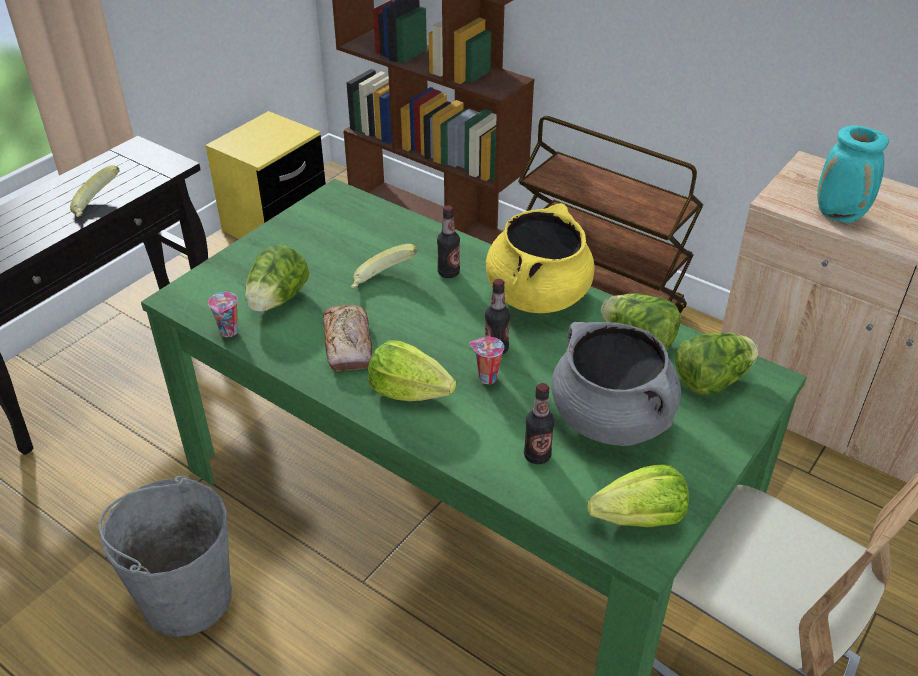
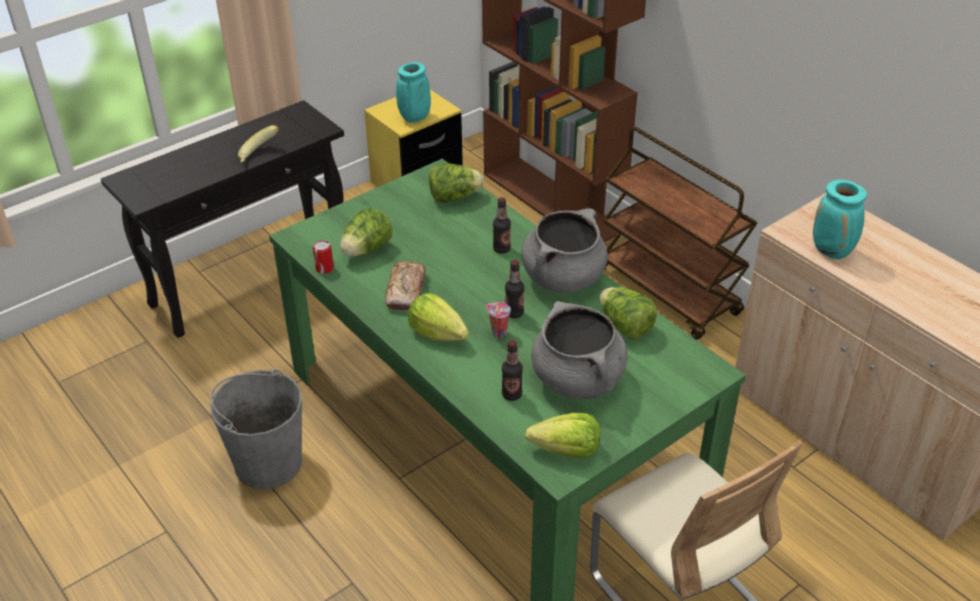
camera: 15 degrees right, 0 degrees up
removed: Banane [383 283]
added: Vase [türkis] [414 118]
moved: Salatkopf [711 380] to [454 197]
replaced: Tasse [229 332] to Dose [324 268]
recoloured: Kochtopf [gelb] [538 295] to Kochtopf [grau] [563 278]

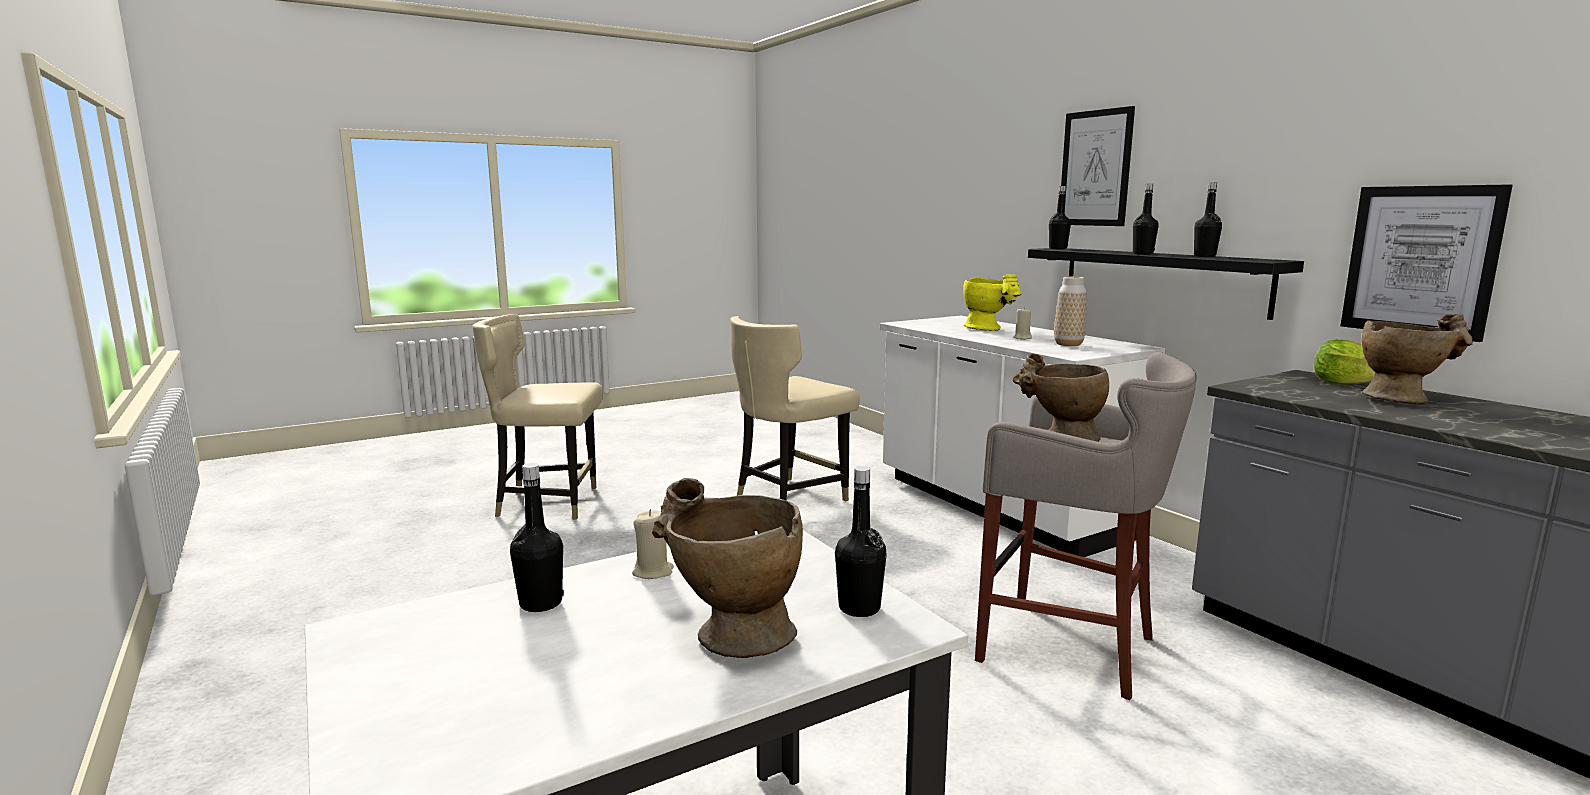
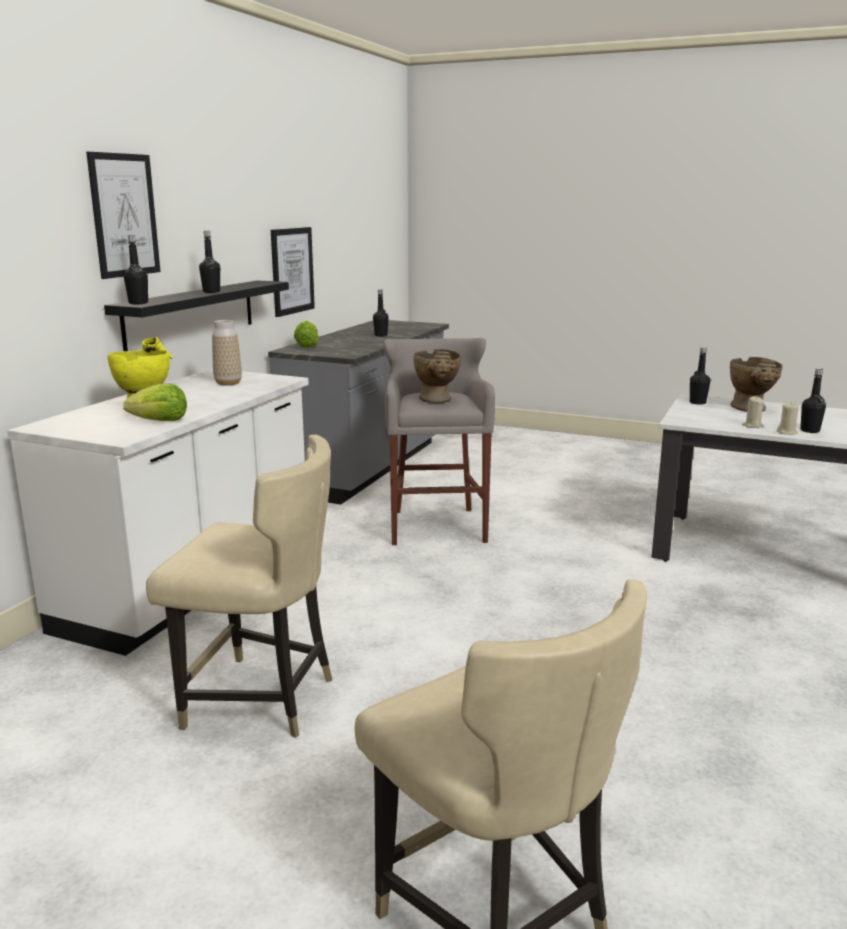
camera: 125 degrees left, 5 degrees up
removed: Vase [beige] [1403 399]
added: Salatkopf [160 421]
moved: Kerze [beige] [1022 338] to [787 432]; Flasche [schwarz] [1204 256] to [380 335]

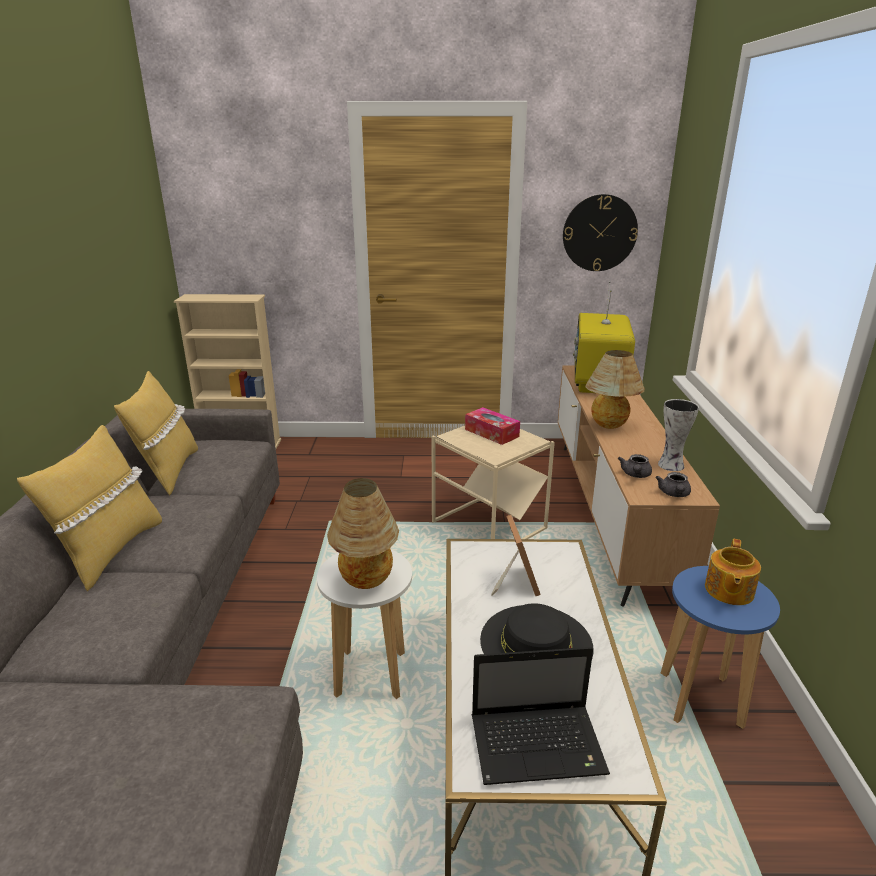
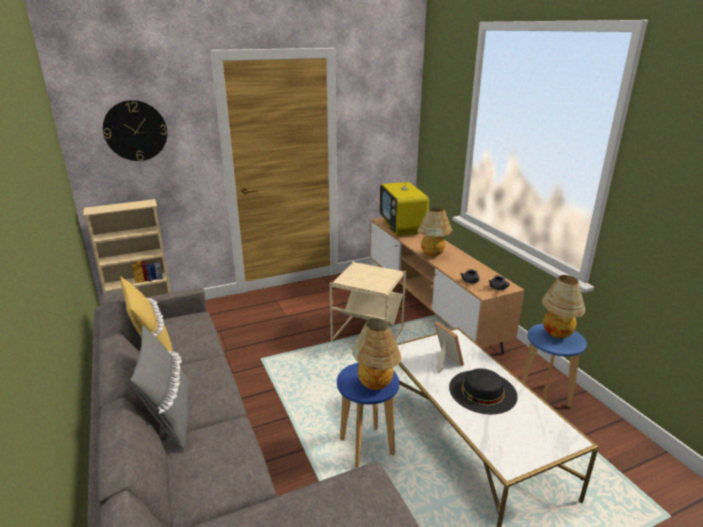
camera: 25 degrees left, 0 degrees up
removed: Taschentuchbox [491 433]; Laptop [539 745]; Vase [670 465]
moved: Wanduhr [599 233] to [135 131]
replaced: Teekanne [728 591] to Tischlampe [556 335]
recoloured: Kissen [gelb] [110 552] to Kissen [grau] [170 419]; Hocker [weiß] [370 674] to Hocker [blau] [366 447]

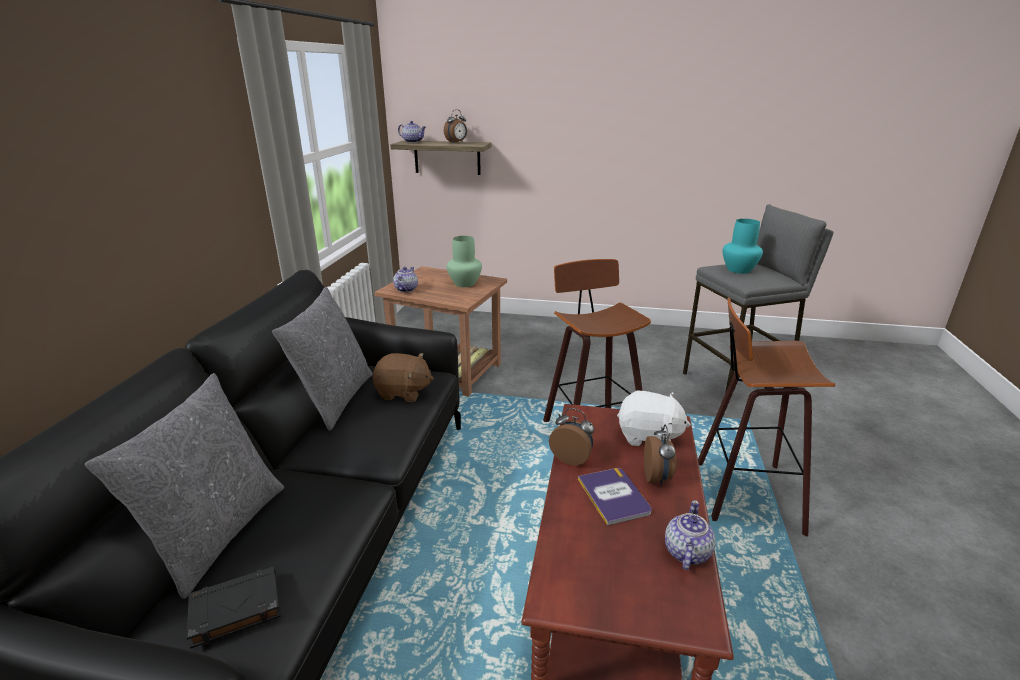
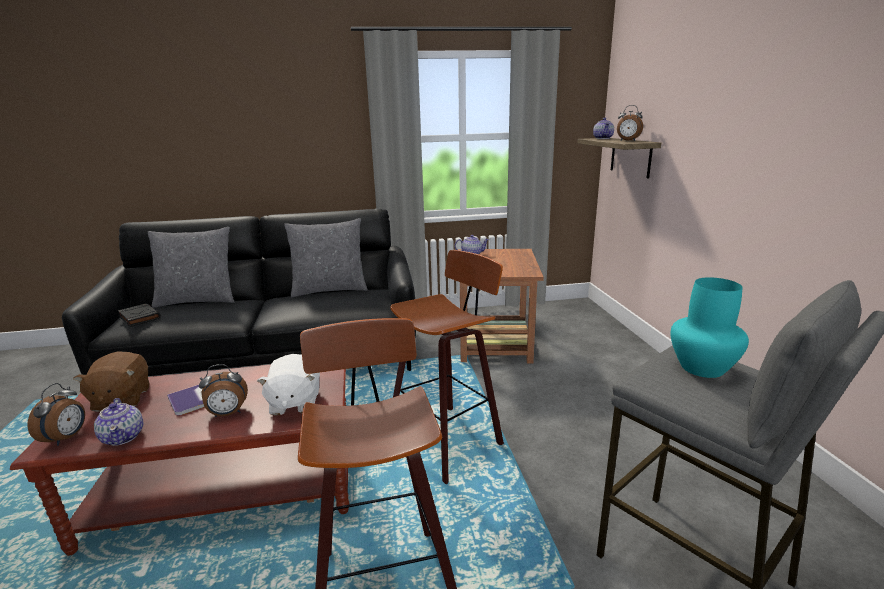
camera: 70 degrees right, 5 degrees down
removed: Vase [grün] [465 284]
moved: Plüschtier [braun] [403 392] to [121 399]; Wecker [572 458] to [67 438]
turned: Teekanne [686 552] = [123 436] 60 degrees clockwise

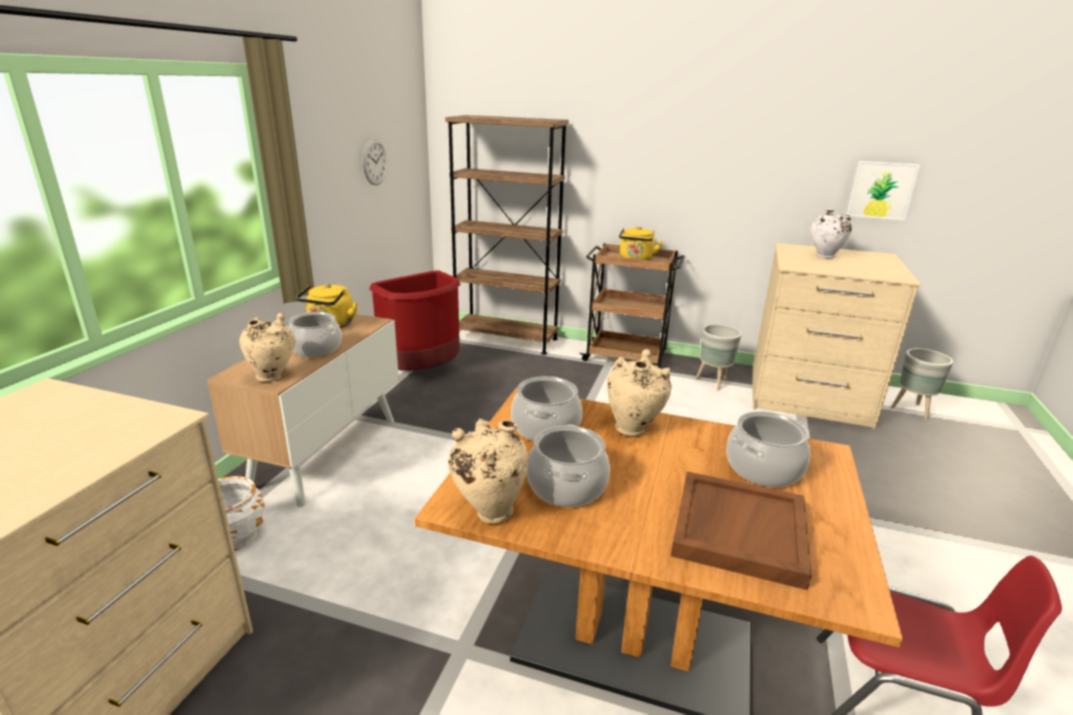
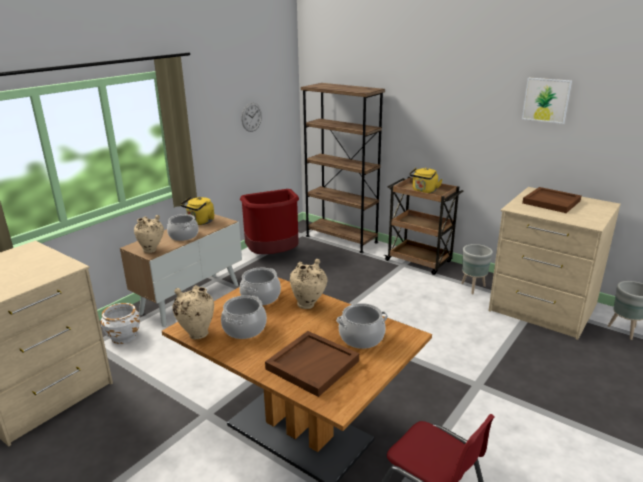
camera: 20 degrees right, 0 degrees up
moved: Bild [881 190] to [546 100]
replaced: Vase [weiß] [824 257] to Tablett [braun] [552 202]

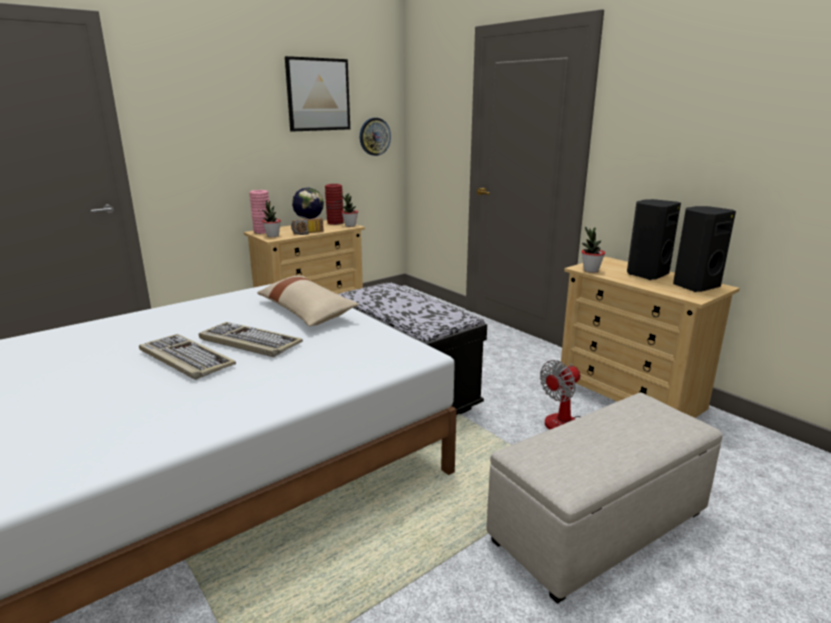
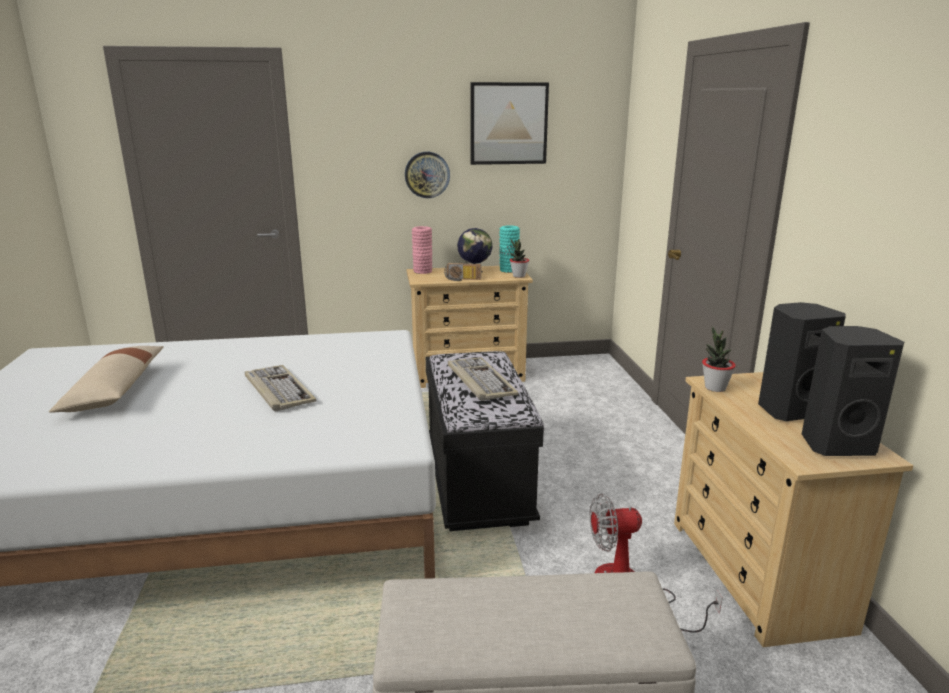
camera: 30 degrees right, 0 degrees up
removed: Topfpflanze [272 236]
moved: Tastatur [184 359] to [479 381]; Kissen [beige] [306 311] to [115 391]; Wanduhr [374 136] to [427 174]
recoloured: Vase [rot] [335 223] to Vase [türkis] [508 270]

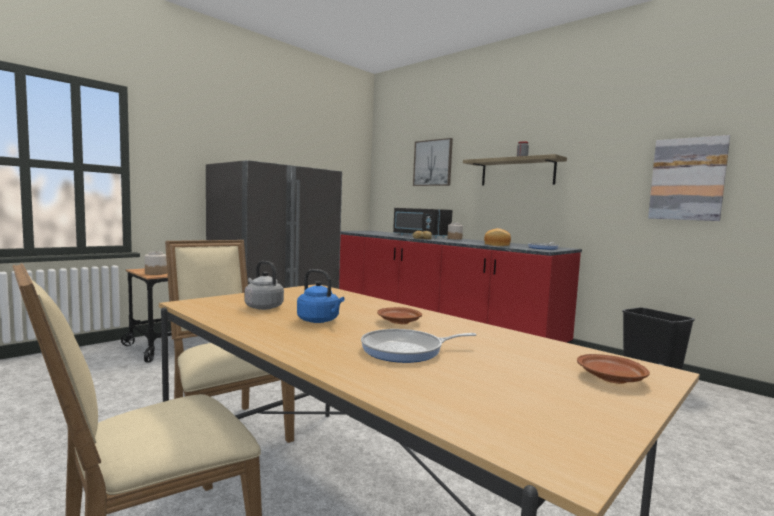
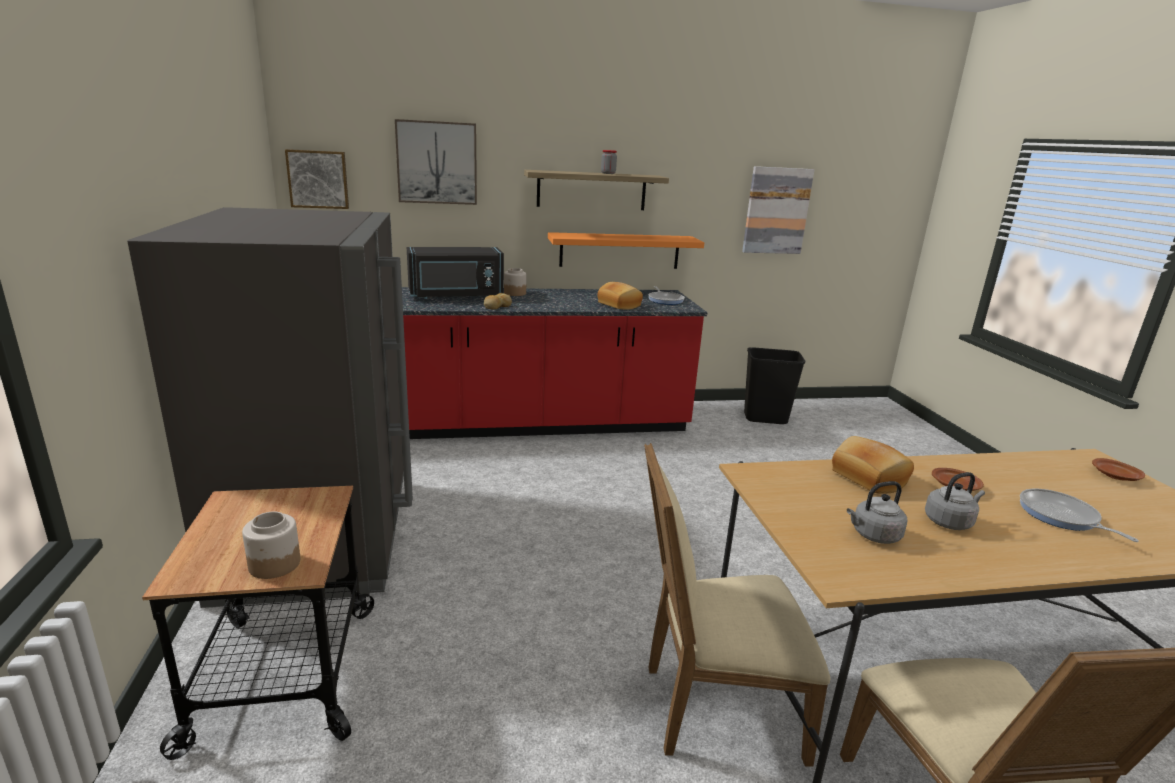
camera: 55 degrees left, 15 degrees up
added: Bild [318 179]; Wandregal [orange] [620 251]; Brot [867 478]
recoloured: Wasserkessel [blau] [320 321] to Wasserkessel [grau] [949 522]
turned: Pfanne [406 350] = [1061 516] 135 degrees clockwise

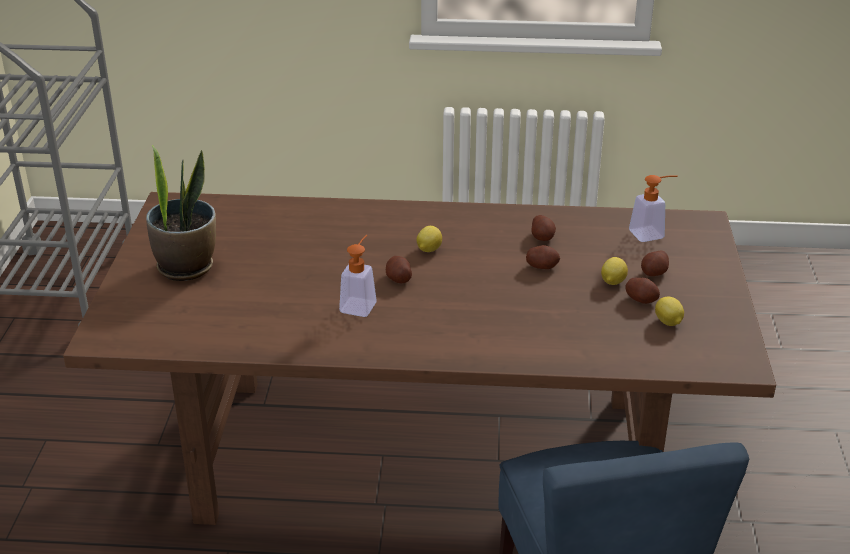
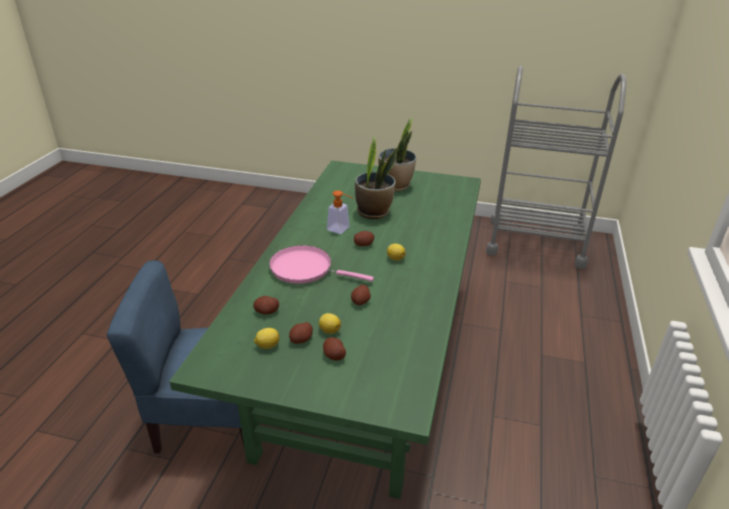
camera: 100 degrees right, 0 degrees up
removed: Seifenspender [652 233]
added: Pfanne [rosa] [305 269]; Topfpflanze [374 212]
moved: Kartoffel [542 237] to [267 311]
recoloured: Esstisch [braun] [422 458] to Esstisch [grün] [362 366]

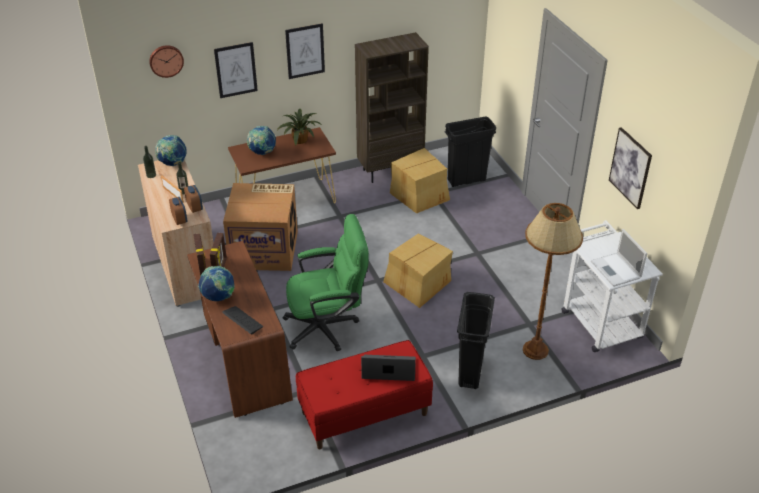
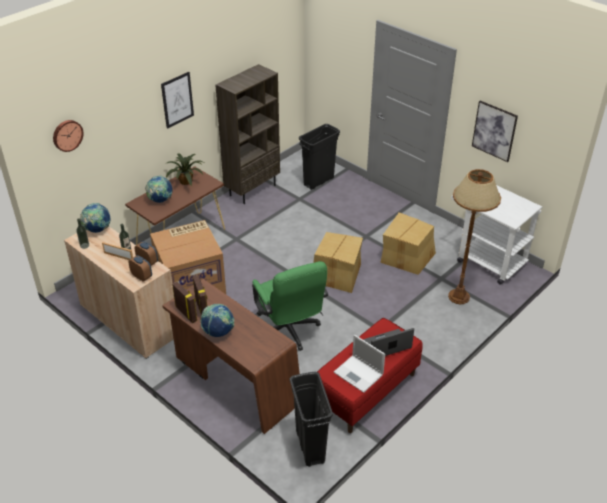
camera: 25 degrees left, 0 degrees up
removed: Bild [236 70]; Tastatur [243 320]
moved: Karton [420 194] to [407 256]; Mülleimer [schwarz] [470 371] to [310 446]; Laptop [616 270] to [359 374]
turned: Bürostuhl [grün] [328 327] = [289 332] 105 degrees clockwise

